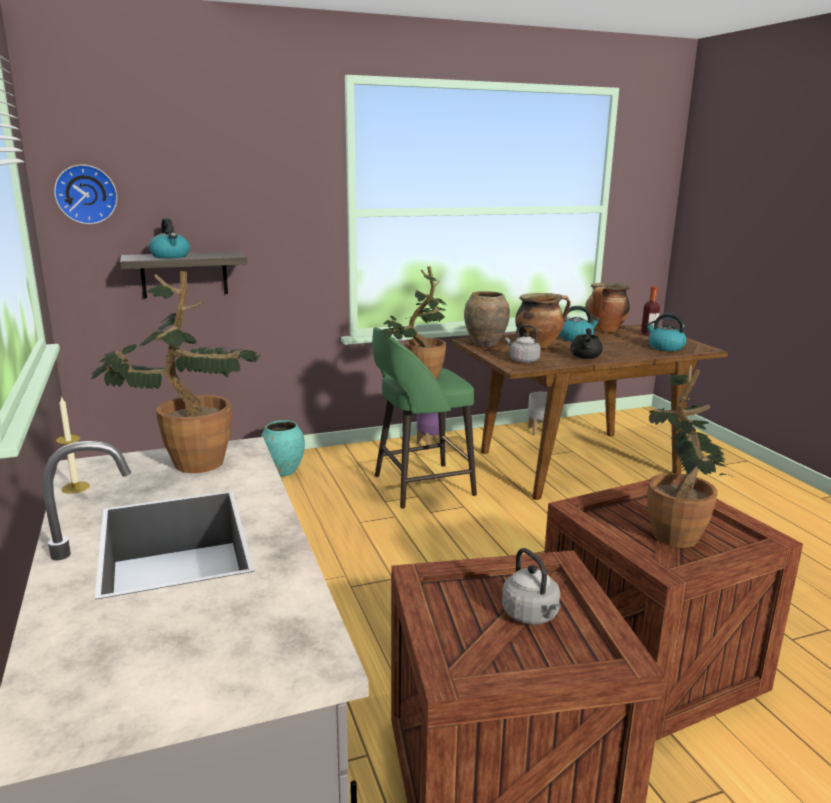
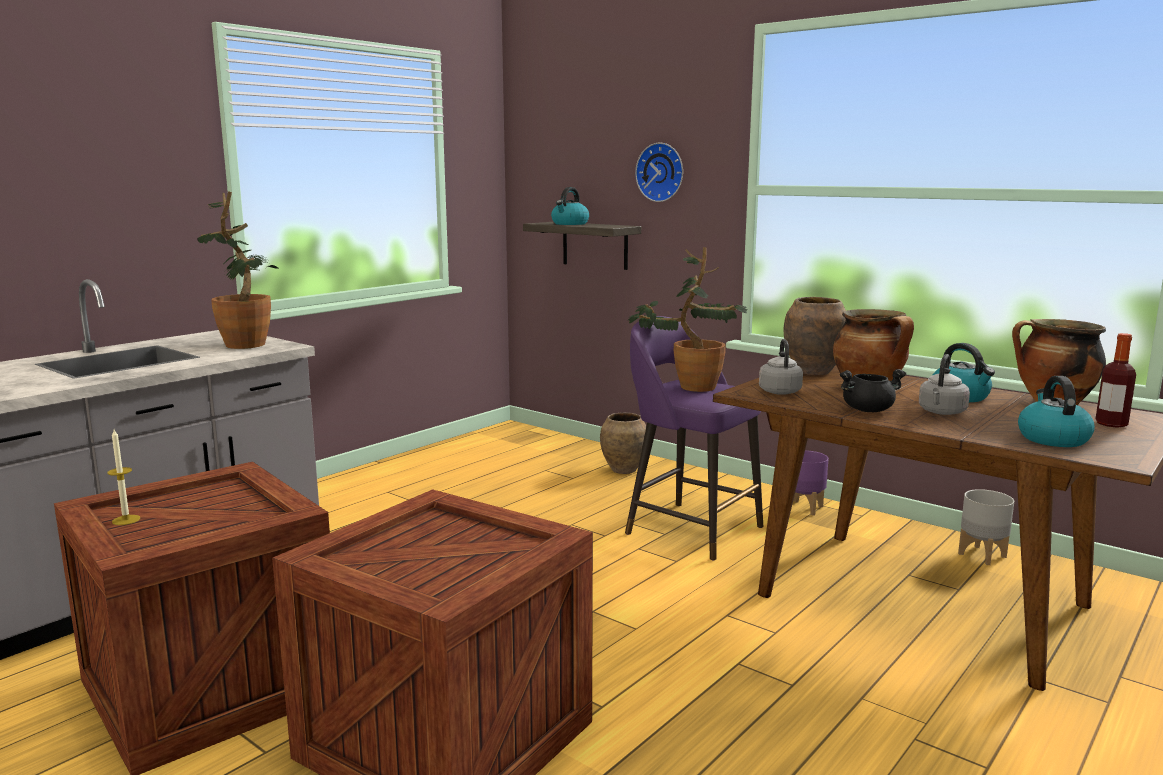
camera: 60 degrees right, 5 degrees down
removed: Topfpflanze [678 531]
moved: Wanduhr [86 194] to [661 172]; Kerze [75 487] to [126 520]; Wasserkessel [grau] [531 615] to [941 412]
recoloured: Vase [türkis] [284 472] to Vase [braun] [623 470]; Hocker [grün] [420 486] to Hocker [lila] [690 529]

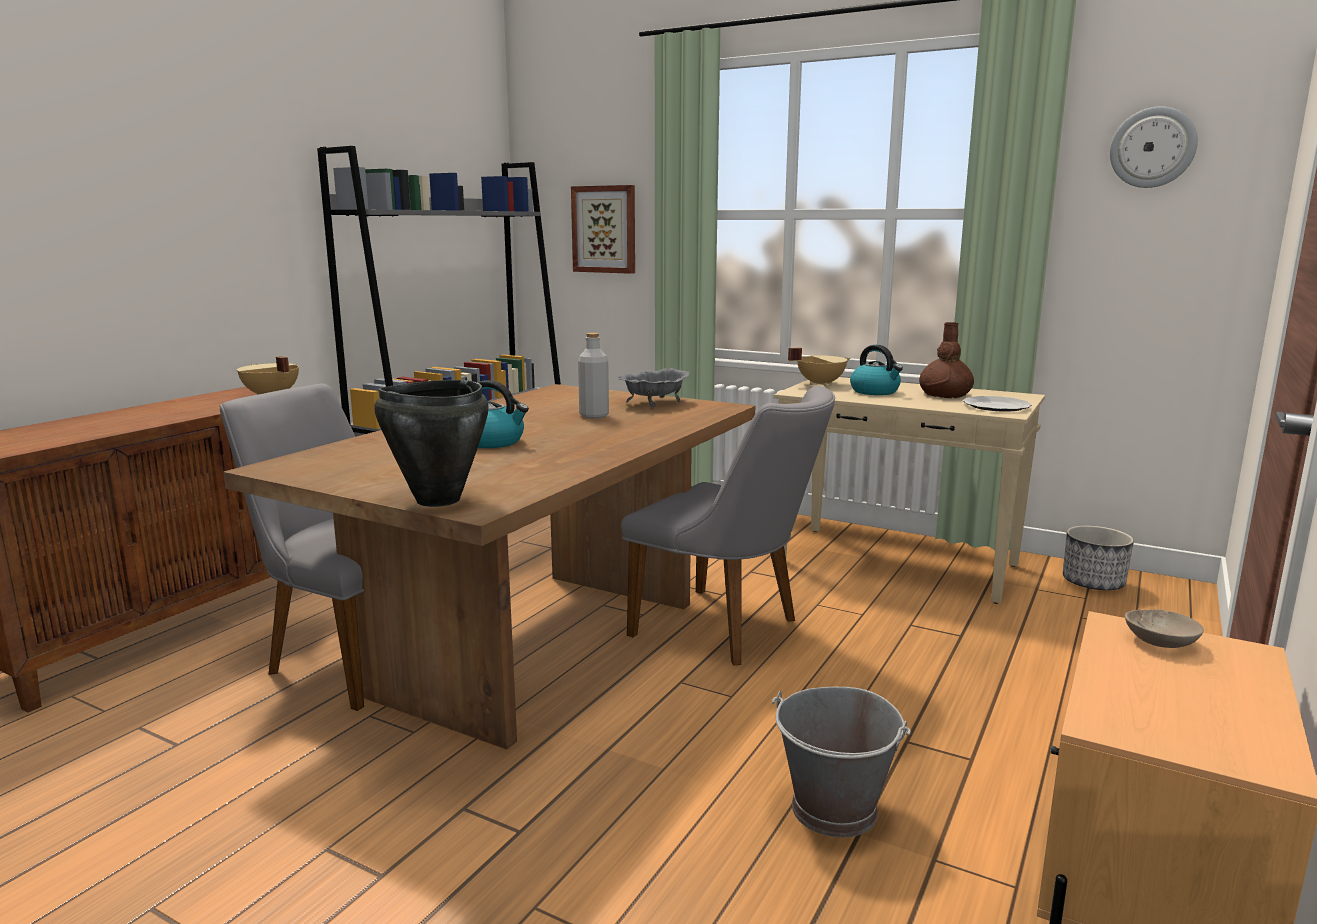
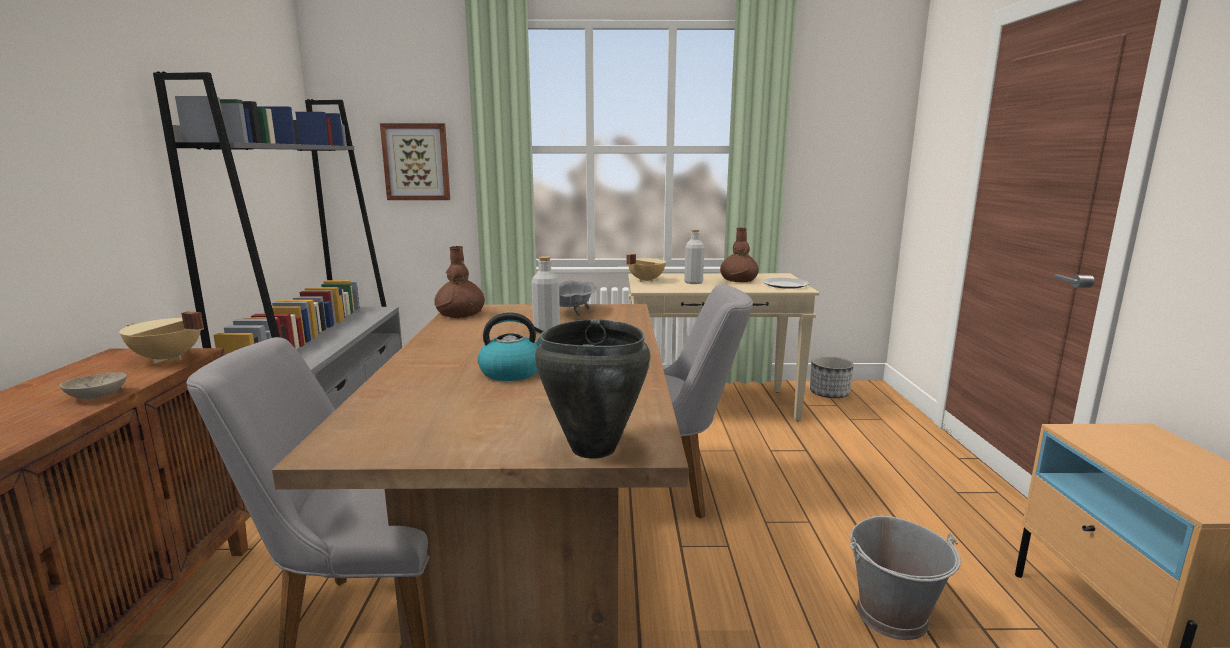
camera: 30 degrees left, 0 degrees up
removed: Wanduhr [1152 147]
added: Vase [braun] [461 313]
moved: Schüssel [beige] [1161 642] to [96 396]
replaced: Wasserkessel [875 391] to Flasche [grau] [693 282]

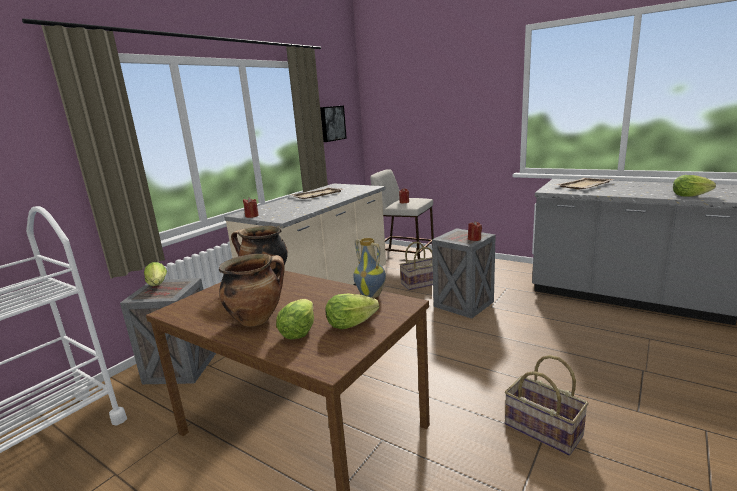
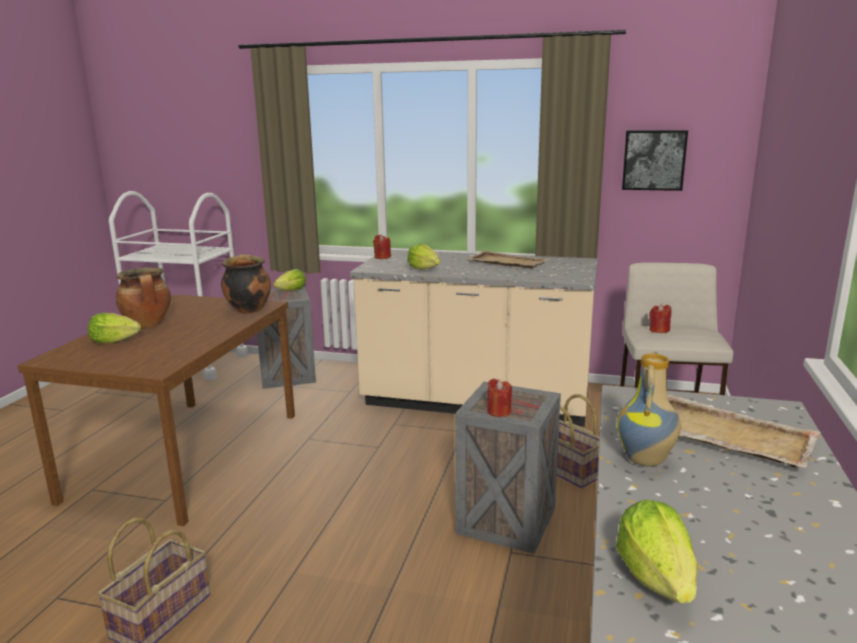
camera: 70 degrees right, 0 degrees up
moved: Salatkopf [350 324] to [424 269]; Vase [371 295] to [647 460]

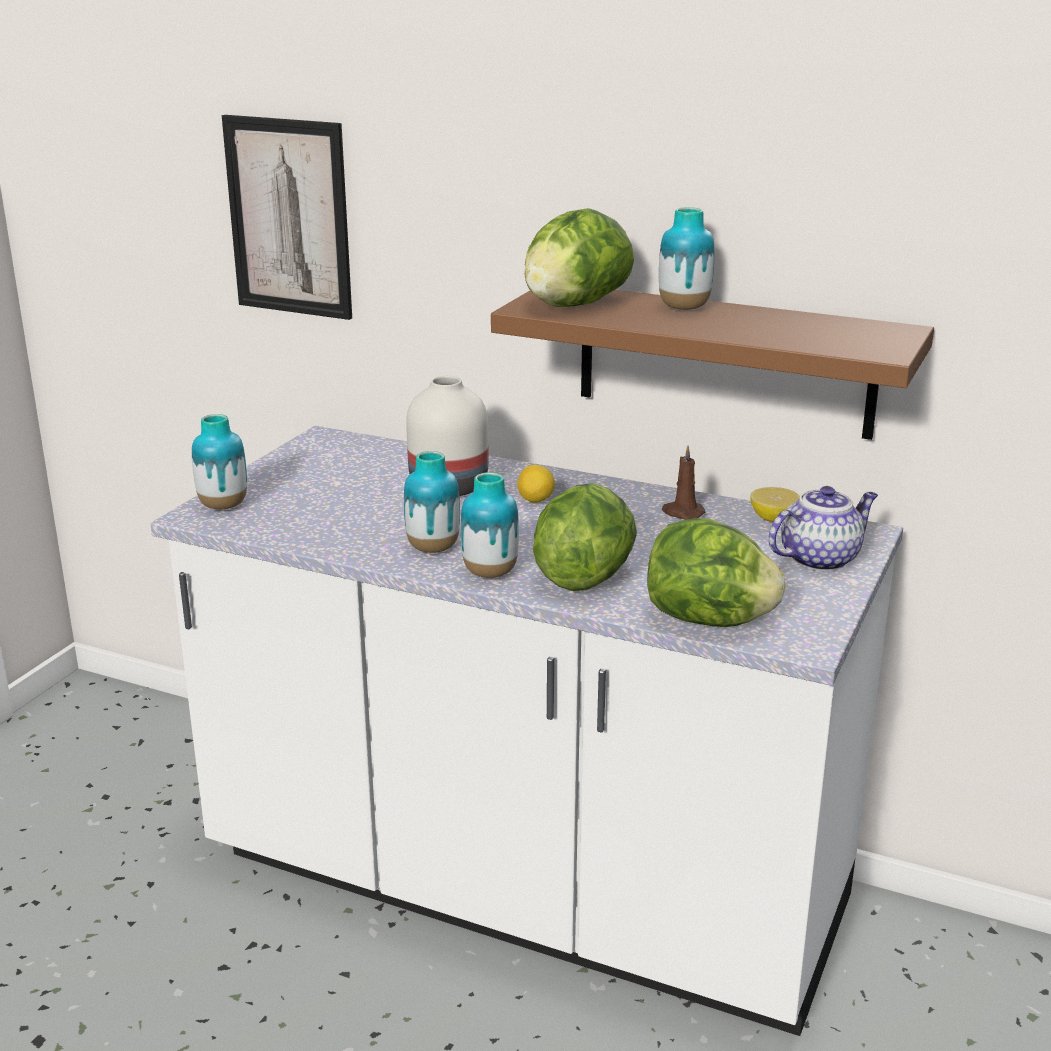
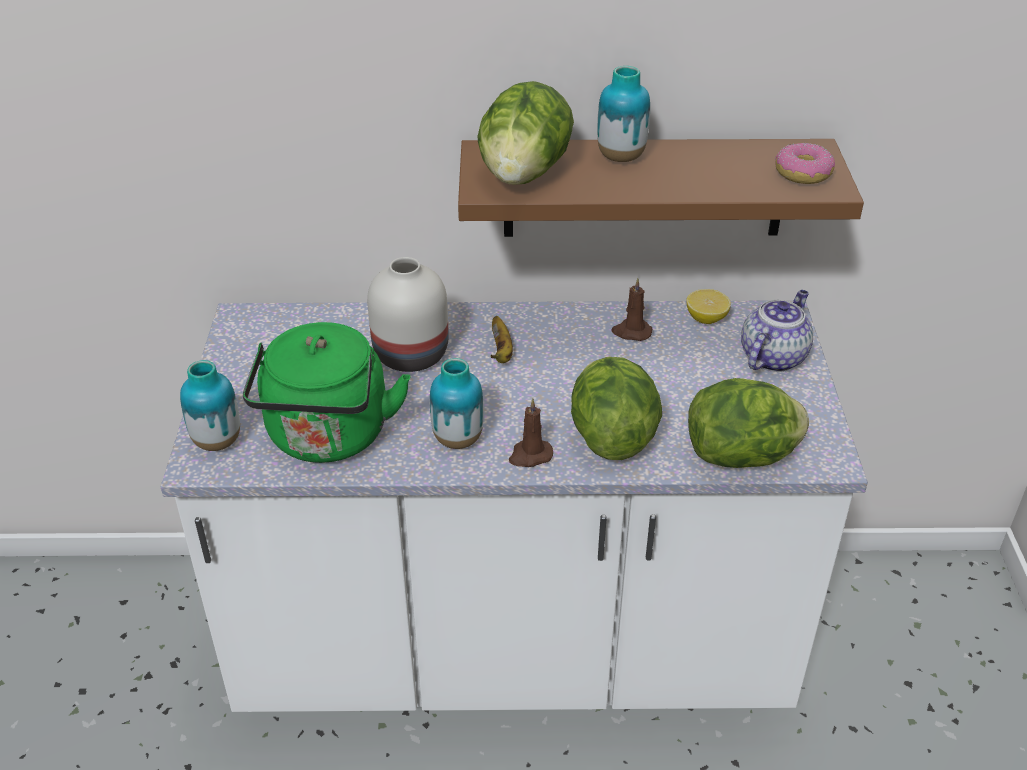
camera: 25 degrees left, 15 degrees up
removed: Bild [289 217]
added: Wasserkessel [grün] [328 438]; Donut [803 173]
replaced: Vase [490 573] to Kerze [braun] [530 455]; Zitrone [536 501] to Banane [501 351]

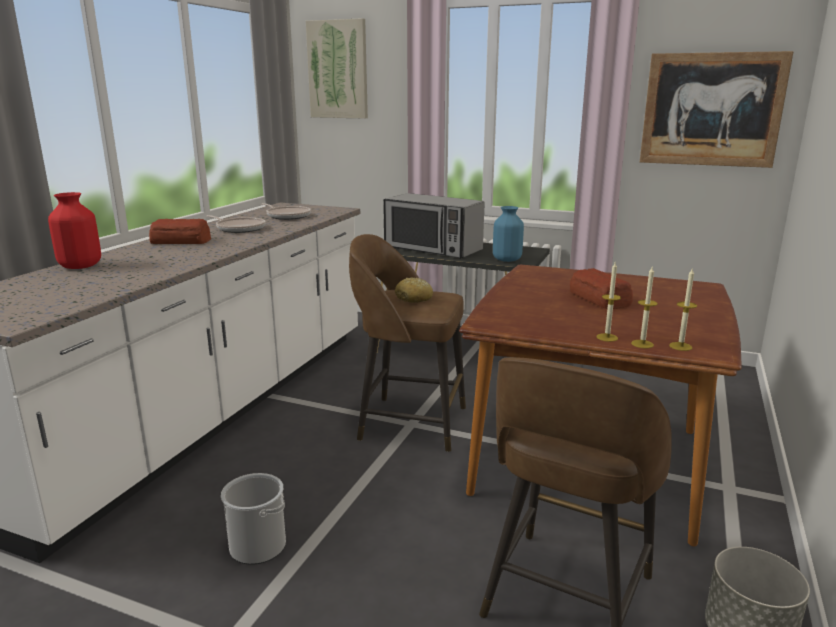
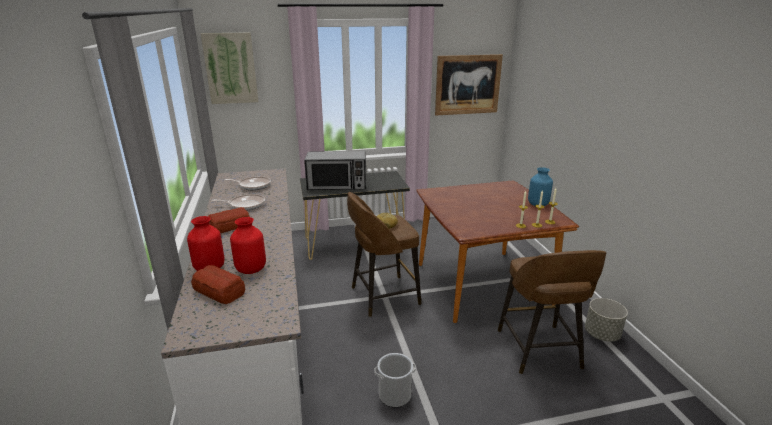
camera: 35 degrees left, 5 degrees up
added: Vase [rot] [251 269]
moved: Vase [blau] [507 259] to [537 204]; Brot [599 299] to [219 291]

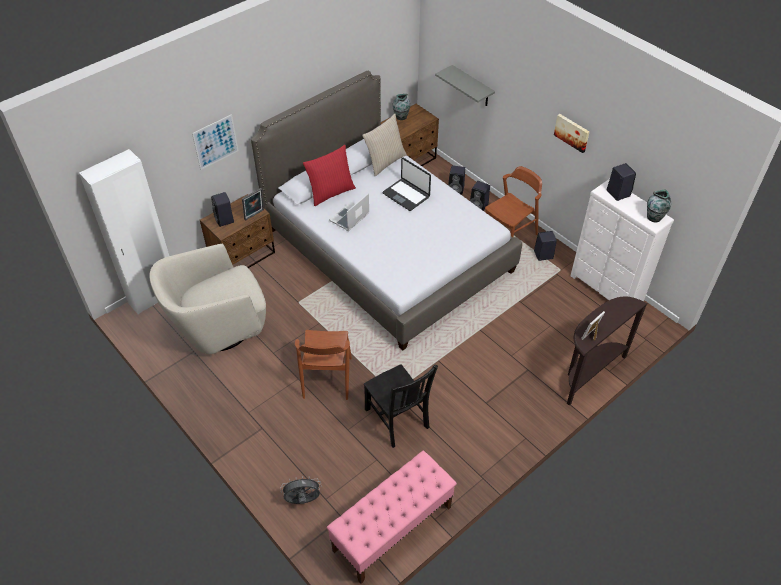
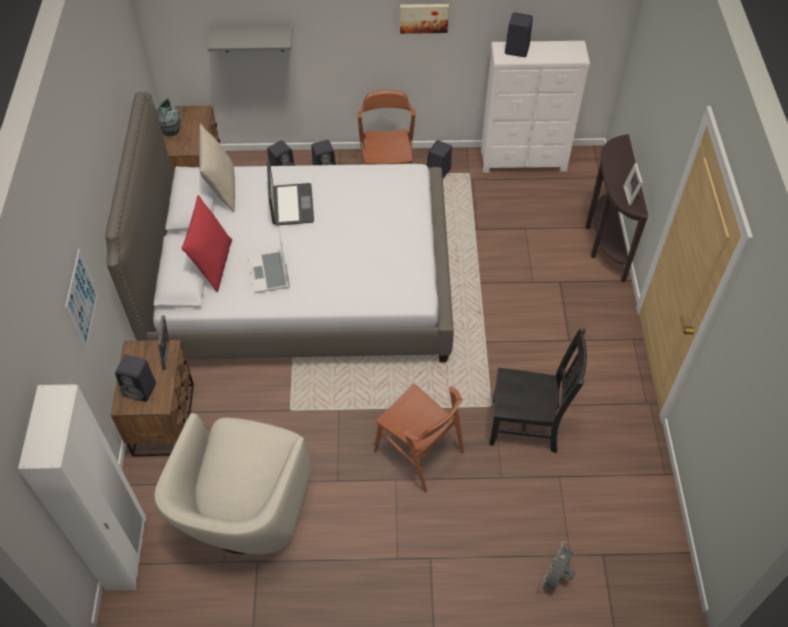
camera: 50 degrees left, 5 degrees up
removed: Bank [rosa] [392 529]; Vase [654 217]
turned: Laptop [406 195] = [291 205] 90 degrees counterclockwise

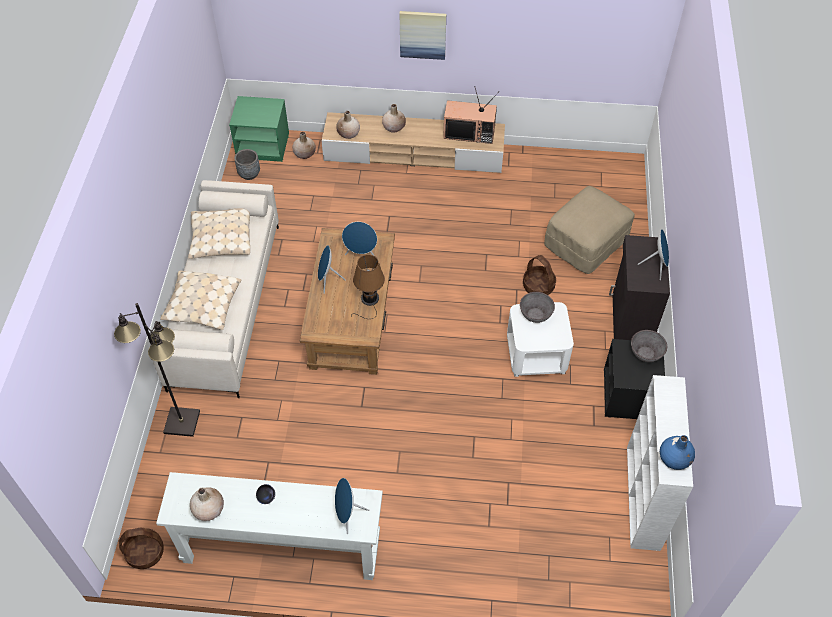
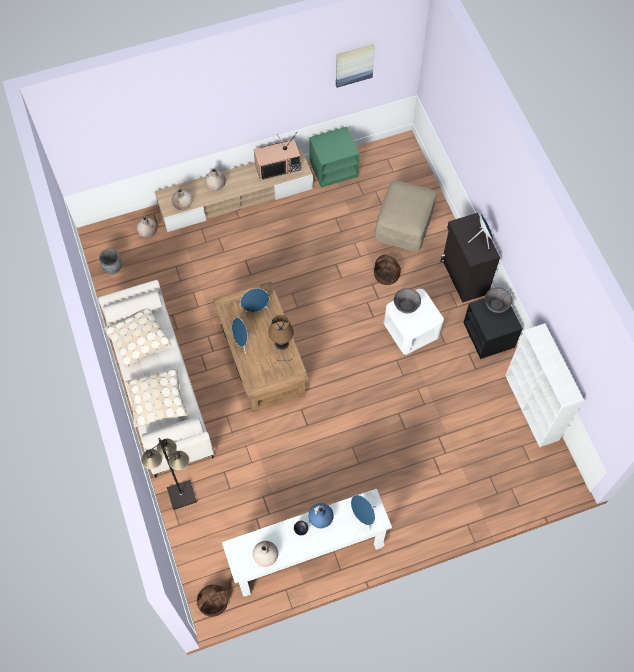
camera: 25 degrees left, 10 degrees up
moved: Nachttisch [grün] [263 145] to [334 168]; Bild [423 34] to [354 65]; Vase [blau] [674 458] to [321 518]

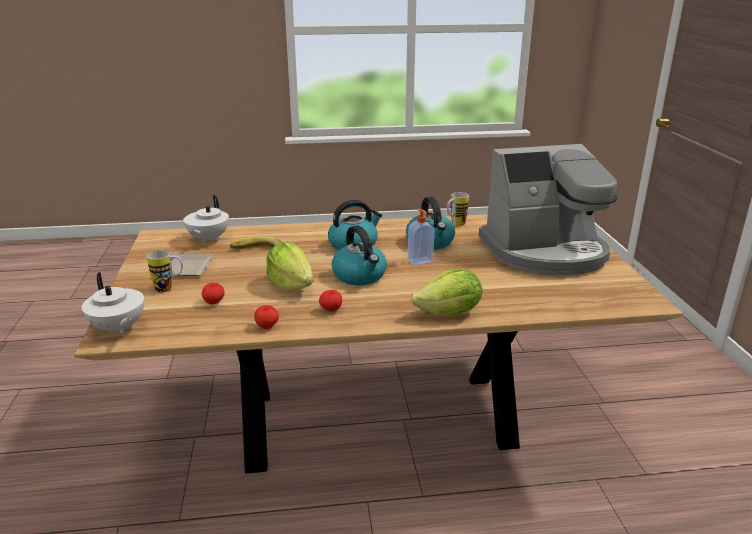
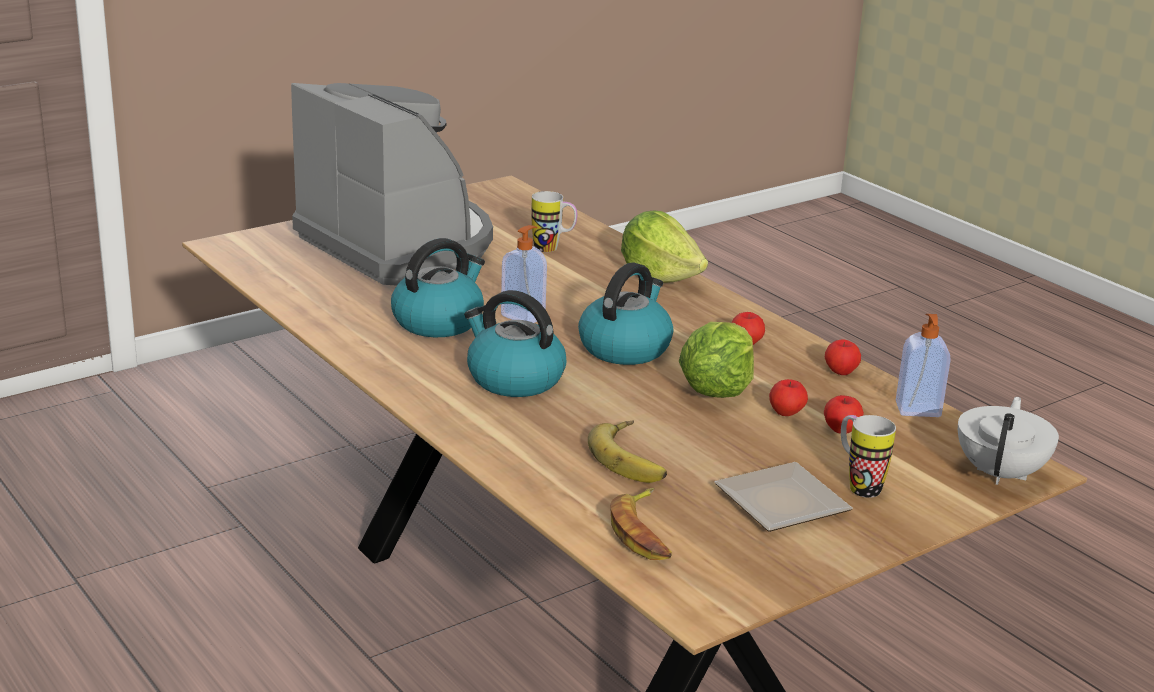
camera: 120 degrees left, 0 degrees up
added: Apfel [786 413]; Seifenspender [918 410]
moved: Henkelbecher [455 224] to [553 249]
replaced: Teekanne [weiß] [208 239] to Banane [644 532]

